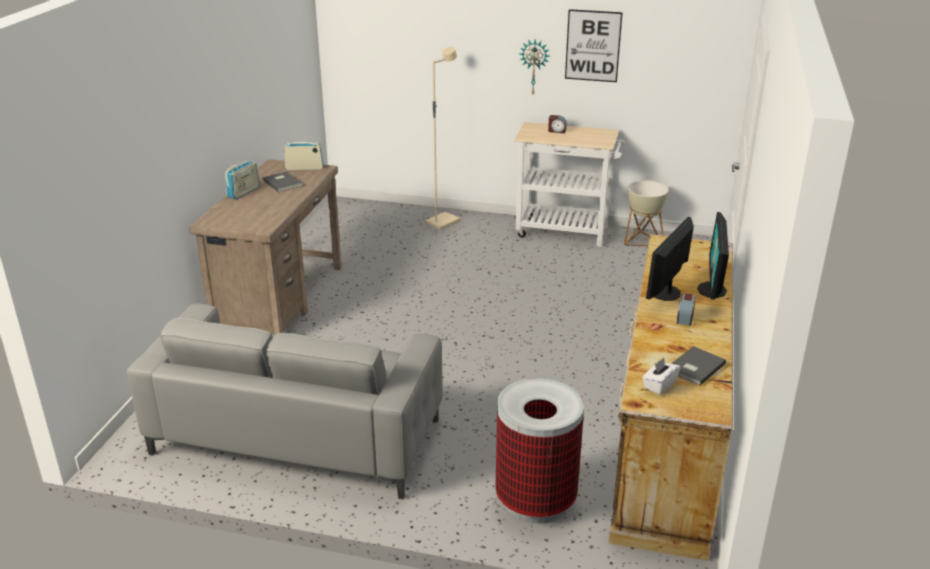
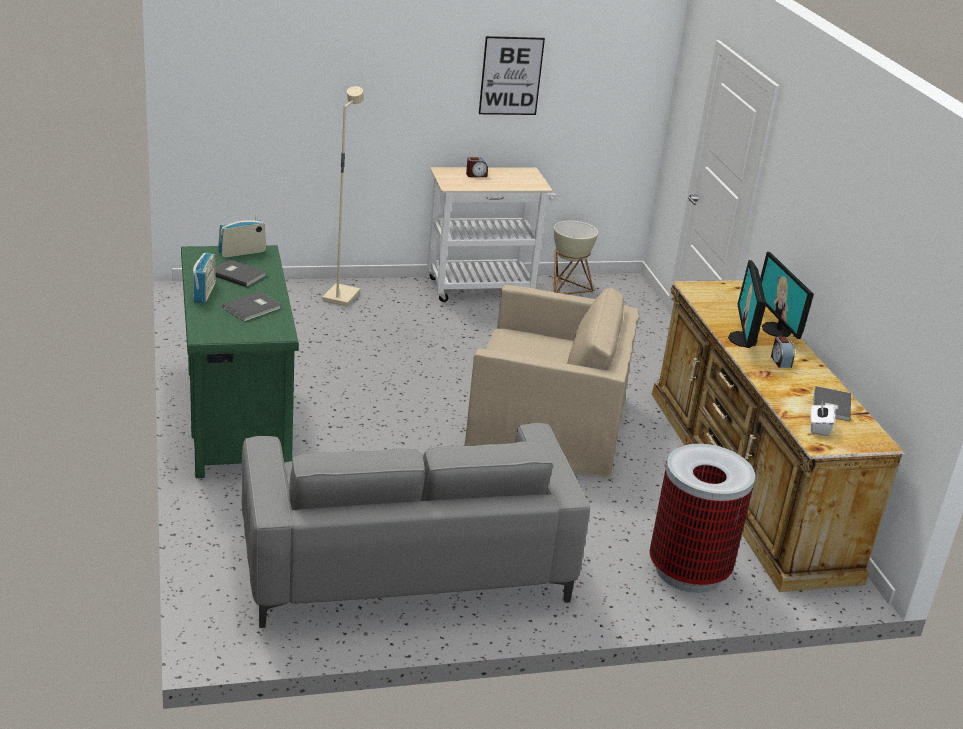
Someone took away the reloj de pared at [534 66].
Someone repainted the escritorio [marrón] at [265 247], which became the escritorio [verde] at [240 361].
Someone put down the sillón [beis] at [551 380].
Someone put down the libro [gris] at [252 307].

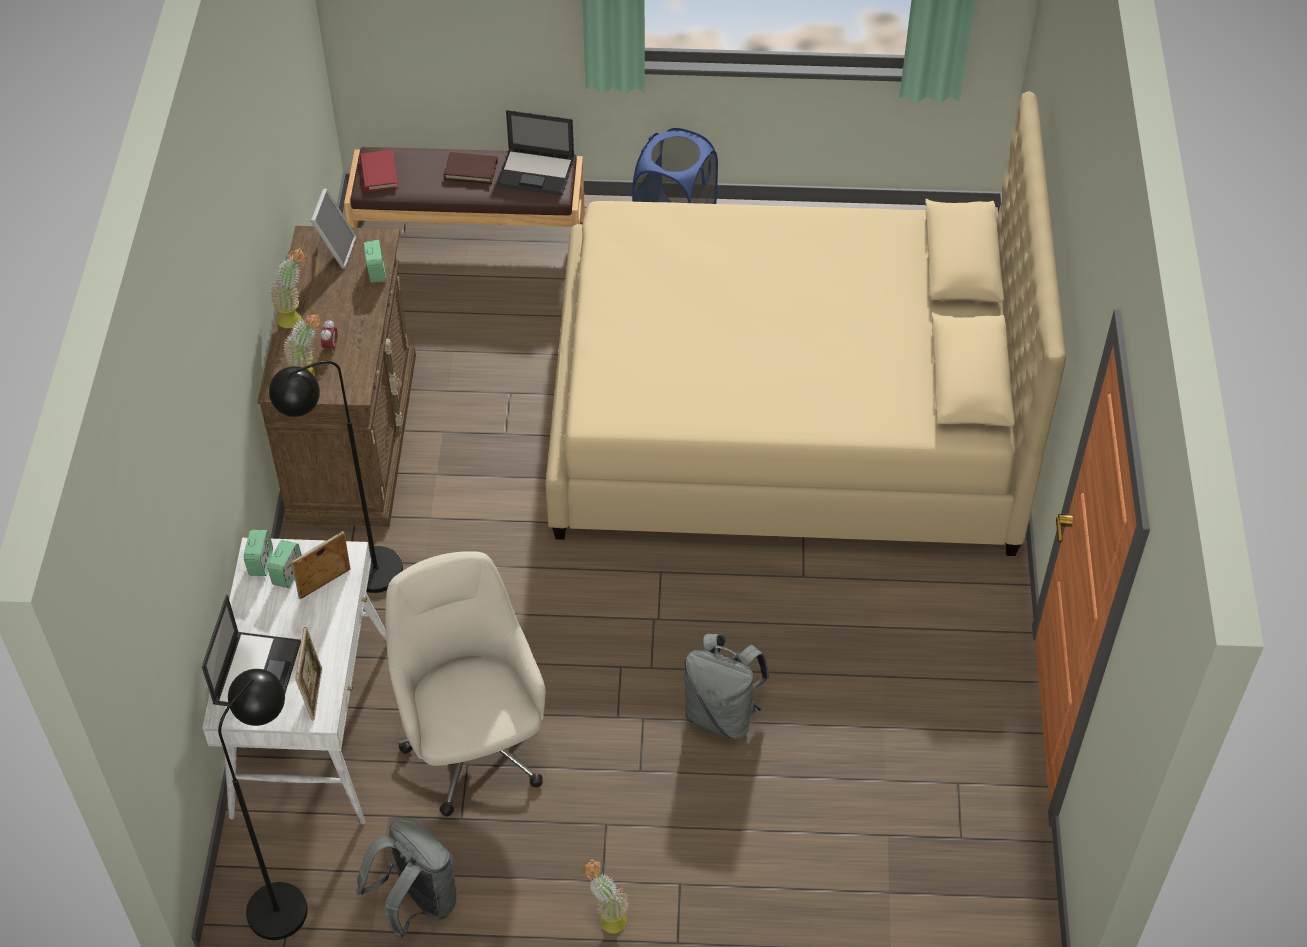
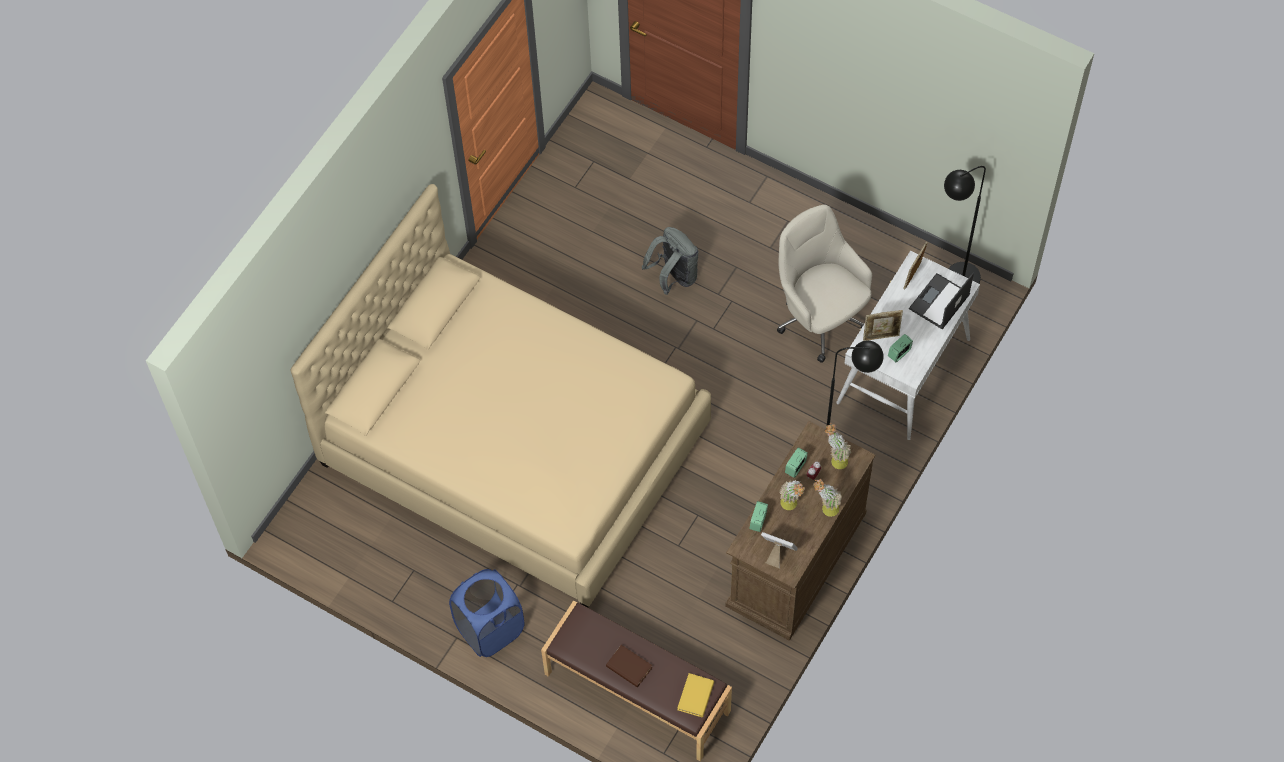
Someone took away the portátil at [535 153].
Someone repainted the libro [rojo] at [379 171], which became the libro [amarillo] at [695 695].
Someone rotated the portarretratos at [334 228] by 75 degrees clockwise.
Someone carried the despertador from [258 553] to [796 462].
Someone rotated the silla de oficina [beis] at [465 684] by 135 degrees clockwise.
Someone took away the mochila [gris] at [406 879].
Someone carried the planta en maceta from [606 896] to [792 495].

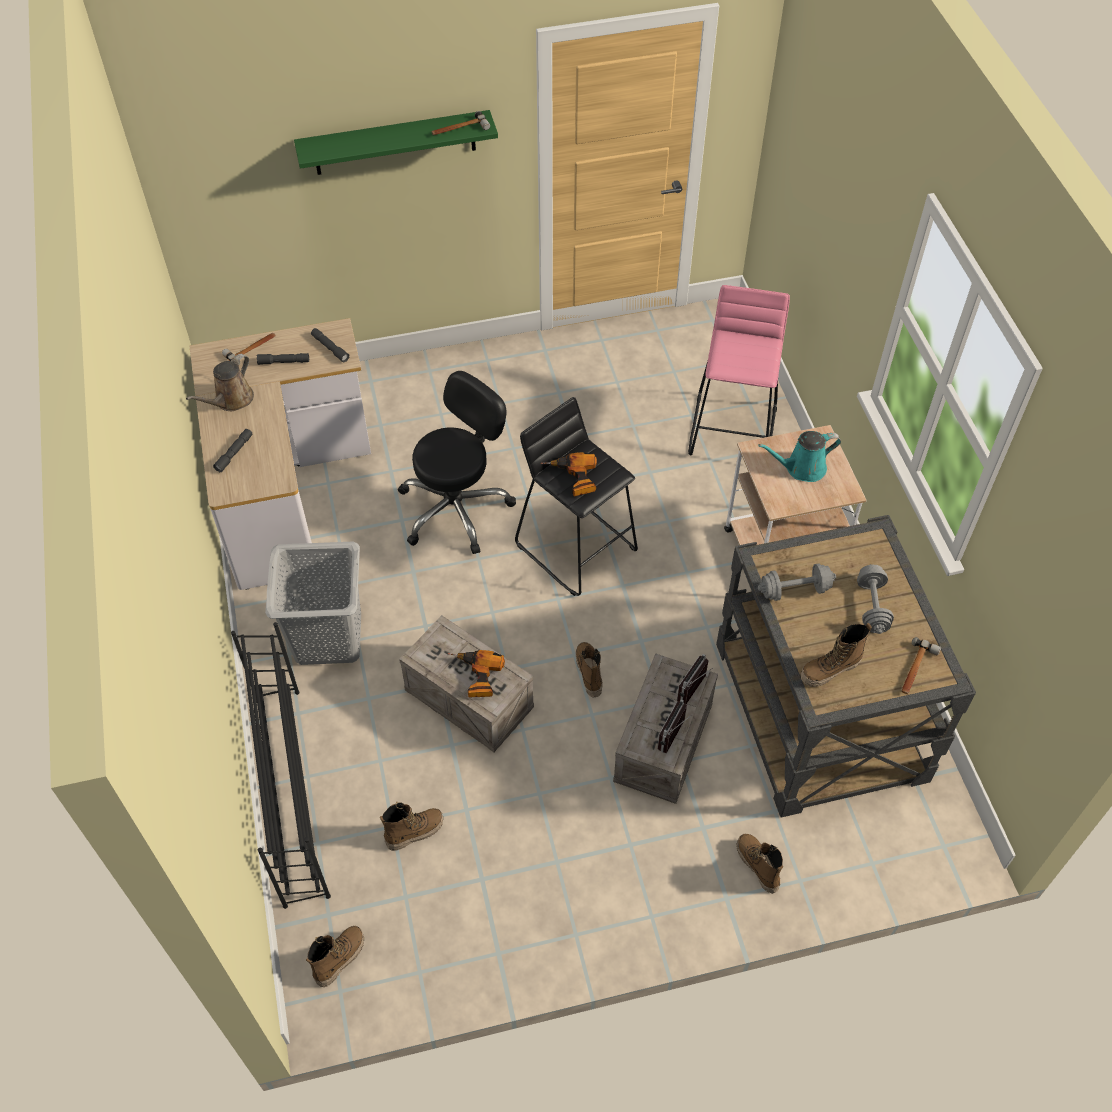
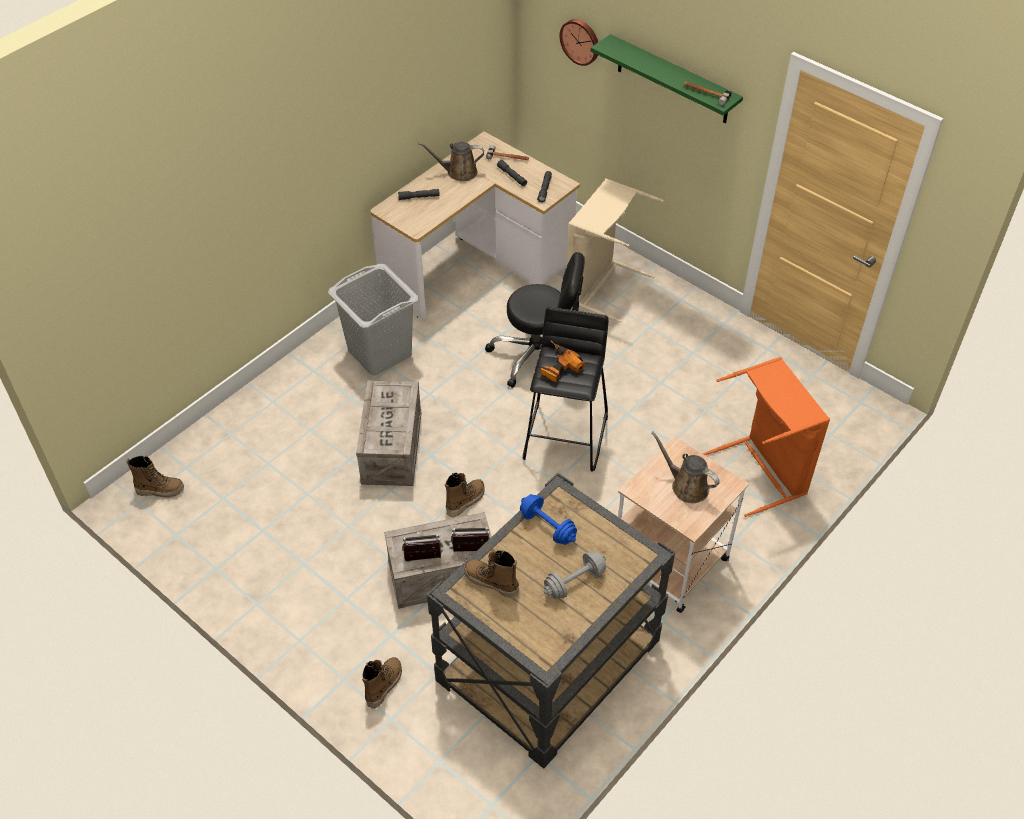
Someone swapped the taburete [rosa] at [739 370] for the cesto de la ropa [naranja] at [766 437].
Someone repainted the regadera [turquesa] at [799 456], which became the regadera [marrón] at [686 467].
Someone repainted the mancuerna [gris] at [797 582], which became the mancuerna [azul] at [548 519].
Someone took away the zapatero [negro] at [281 765].
Someone took away the martillo at [921 665].
Someone took away the taladro at [476 673].
Someone took away the bota at [411 826].
Someone put up the reloj de pared at [579 42].
Someone put down the cesto de la ropa [beis] at [615 251].

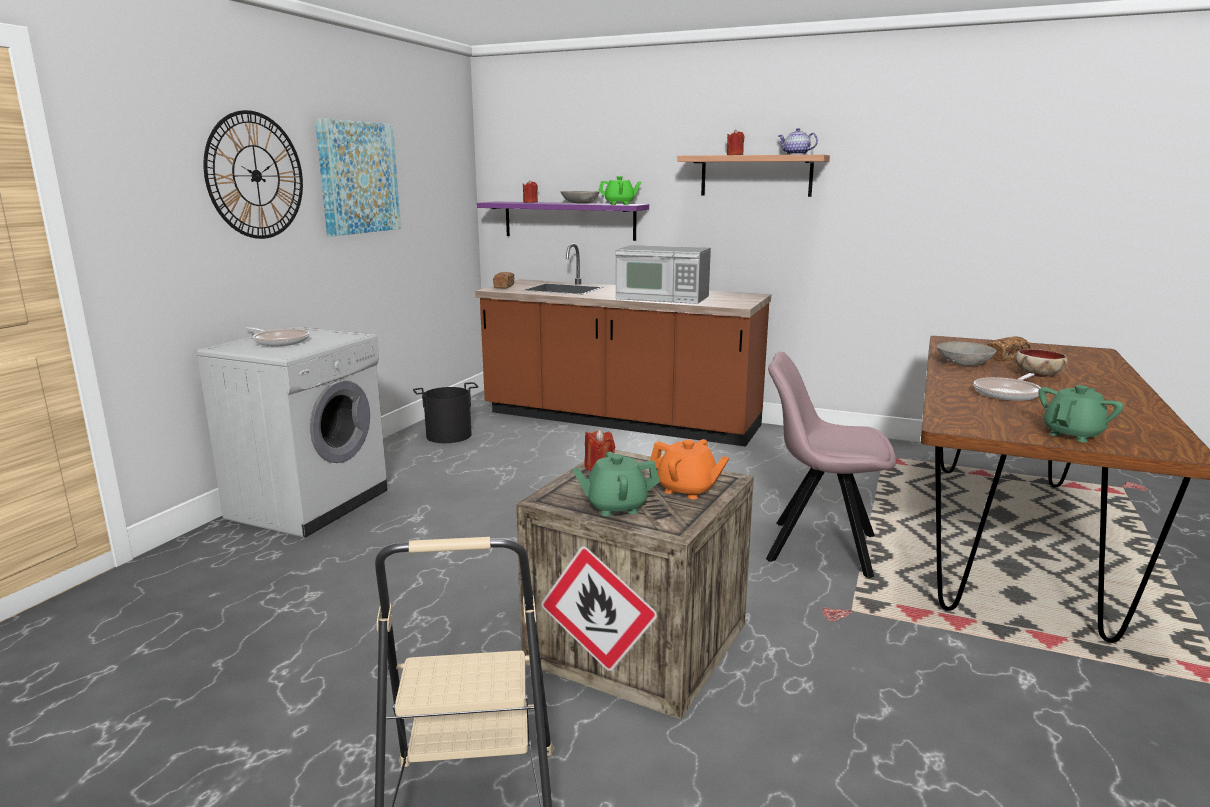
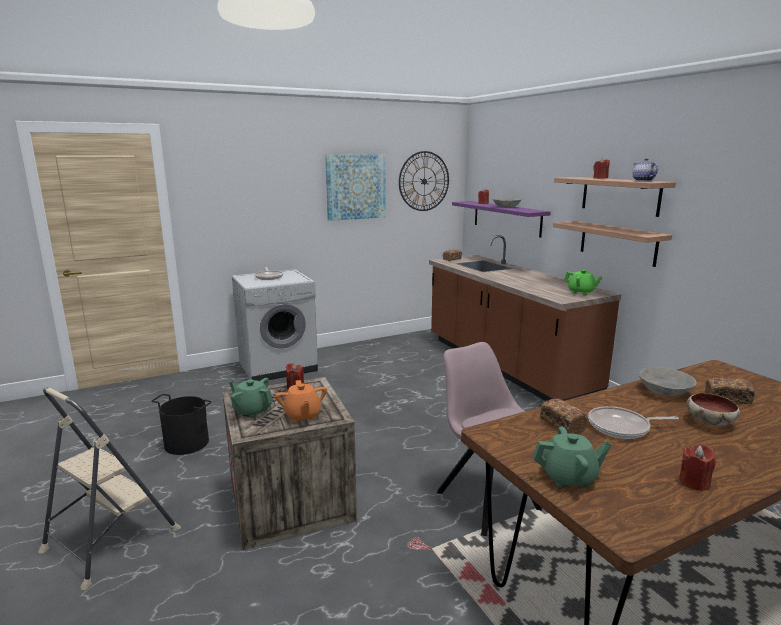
Someone carried the reloj de pared from [253 174] to [424 181].
Someone carried the tetera [verde] from [620 190] to [583 282].
Someone took away the microondas at [663 274].
Someone carried the cubo [negro] from [445 412] to [181 424].
Someone put up the estante at [612 244].
Someone put down the pan at [563 416].
Someone put down the vela [rojo] at [697 467].

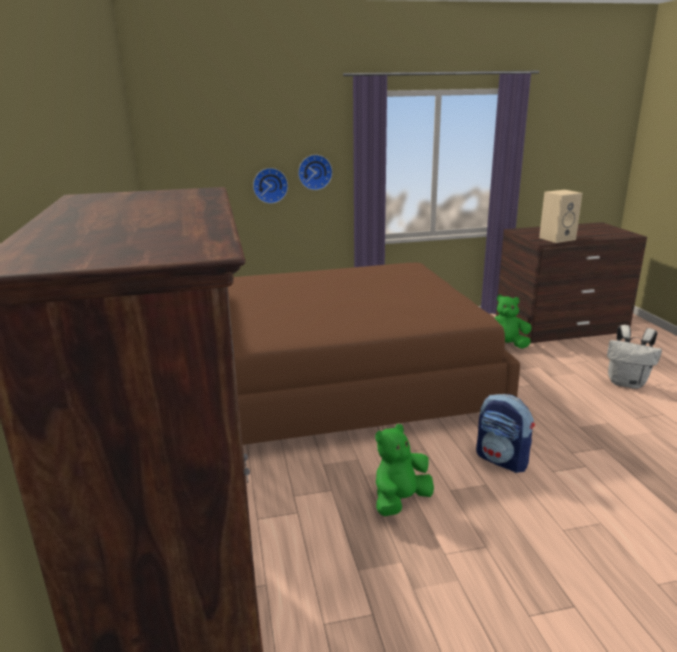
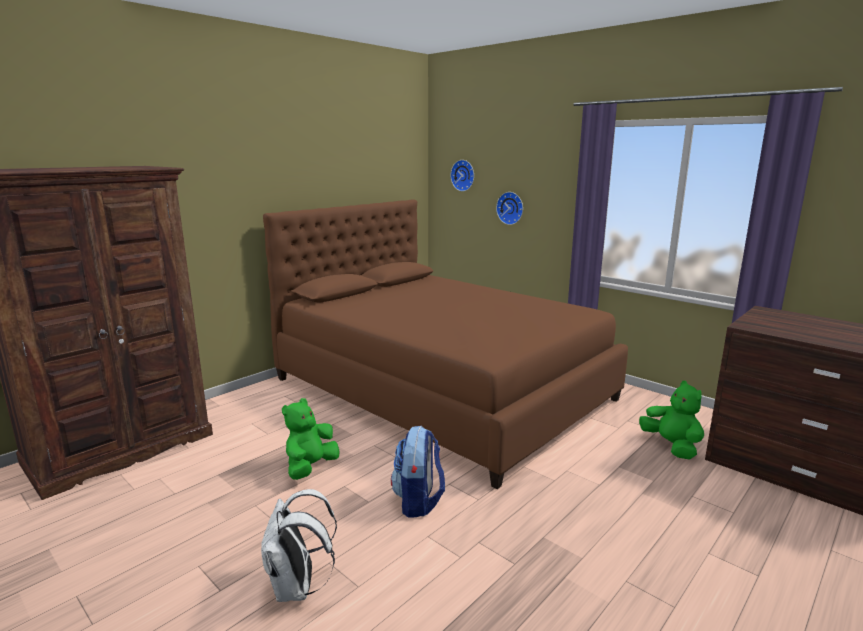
Someone carried the reloj de pared from [315 172] to [462 175].
Someone took away the altavoz [beis] at [560 216].
Someone carried the mochila [blanco] from [634 357] to [299 545].
Someone rotated the peluche [verde] at [404 470] by 75 degrees counterclockwise.

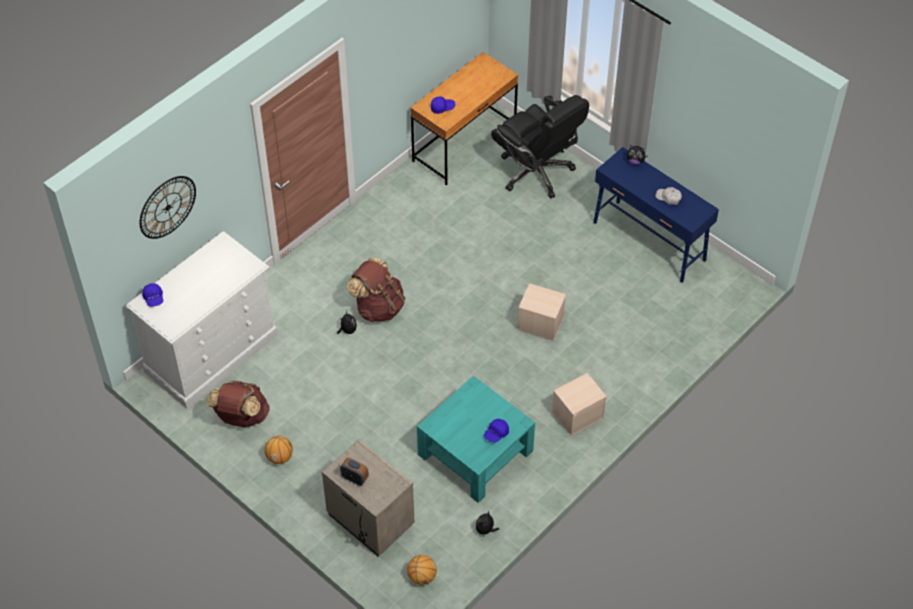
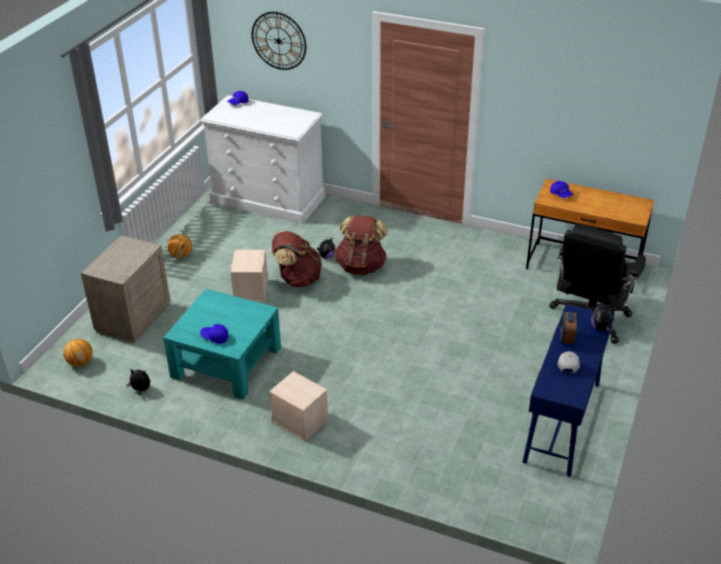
Someone carried the caja de almacenaje [beis] from [541 312] to [249 276].
Someone carried the mochila [marrón] from [238 404] to [297 259].
Someone carried the despertador from [354 472] to [569 328].

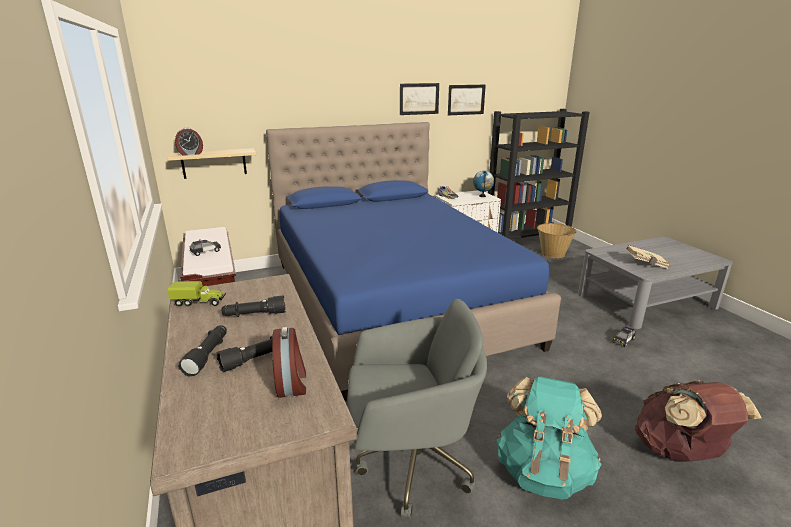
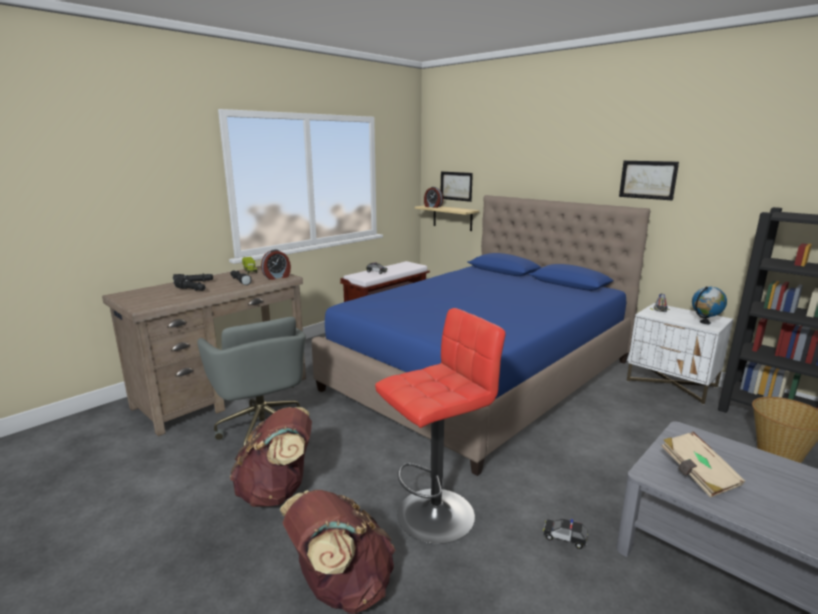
Someone carried the cuadro from [467 100] to [457 186].
Someone carried the despertador from [289 362] to [276 264].
Someone repainted the mochila [turquesa] at [549 438], which became the mochila [marrón] at [271 457].
Someone put down the taburete [rojo] at [440 426].

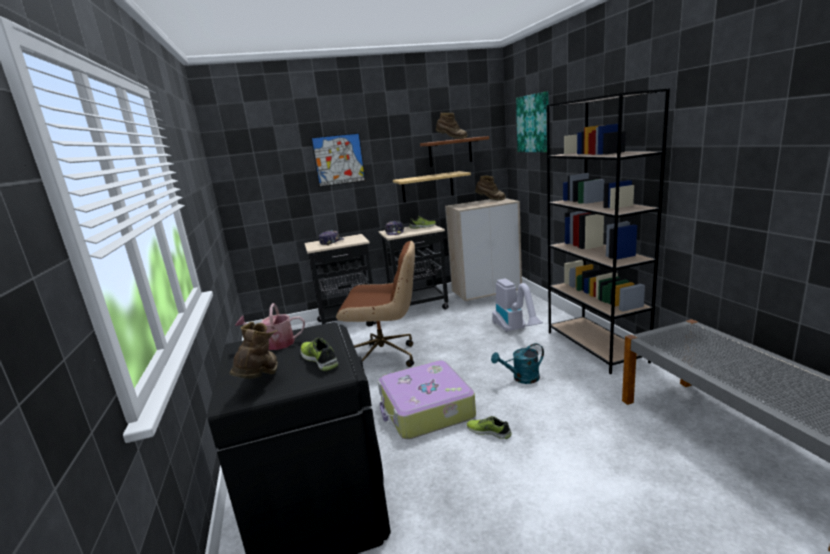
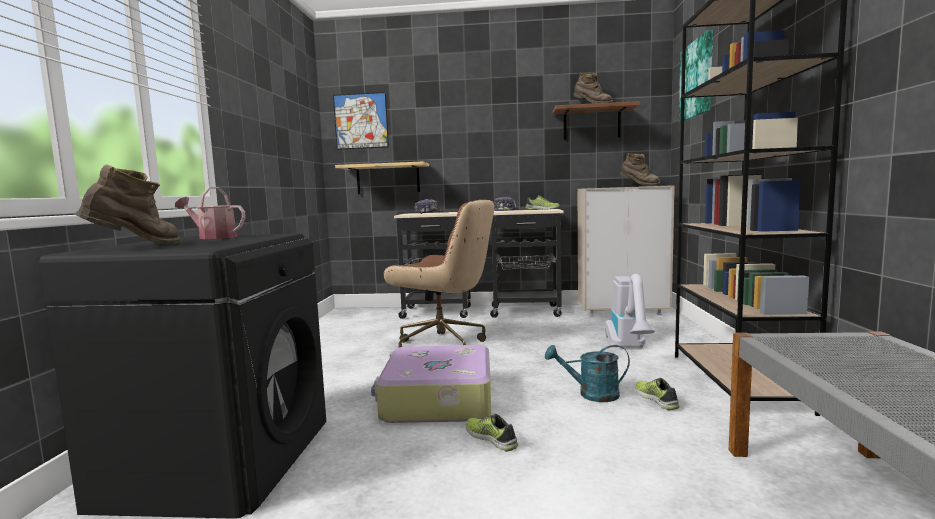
Someone carried the cuadro from [338 160] to [361 121].
Someone carried the estante from [432 186] to [382 177].
Someone carried the zapato from [319 354] to [657 394].

